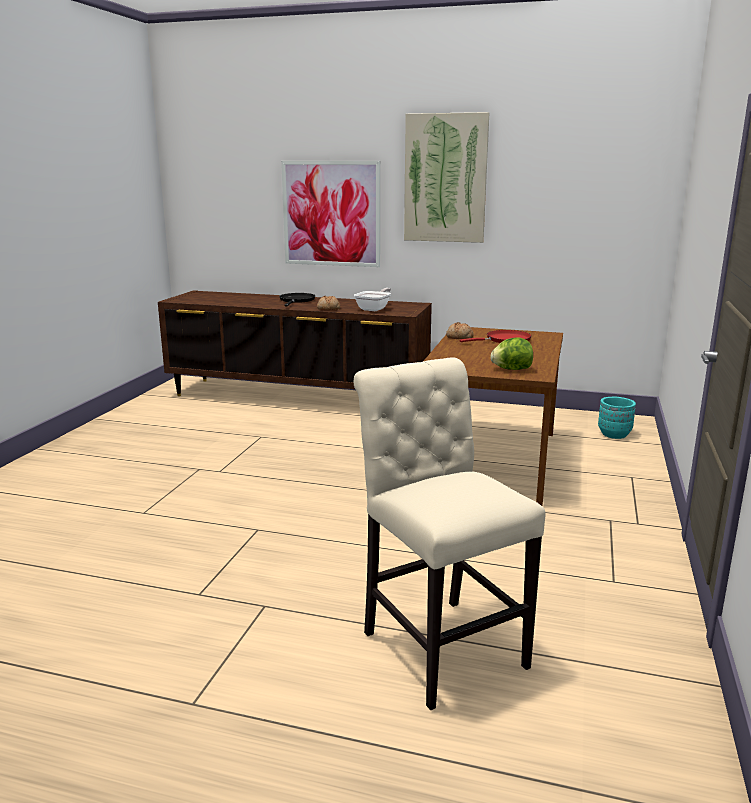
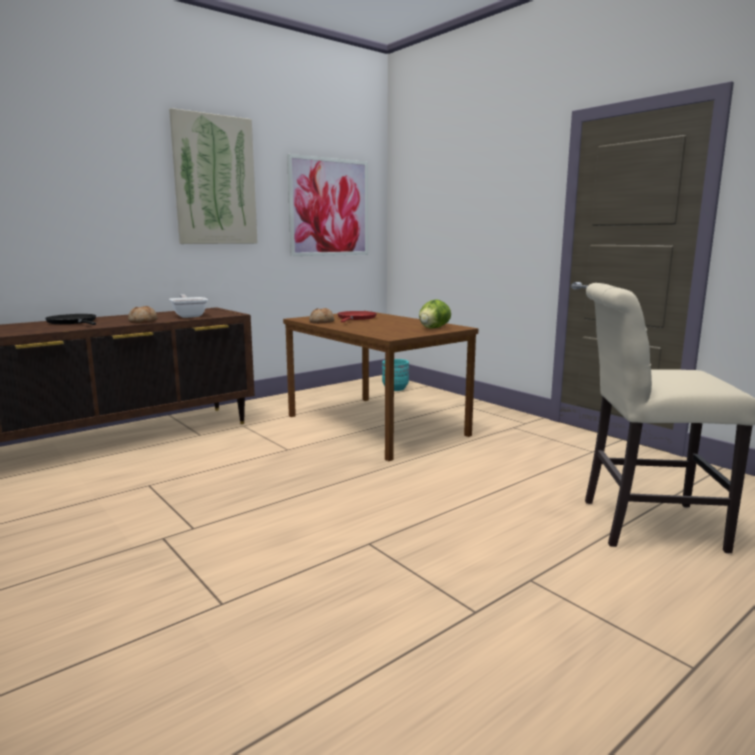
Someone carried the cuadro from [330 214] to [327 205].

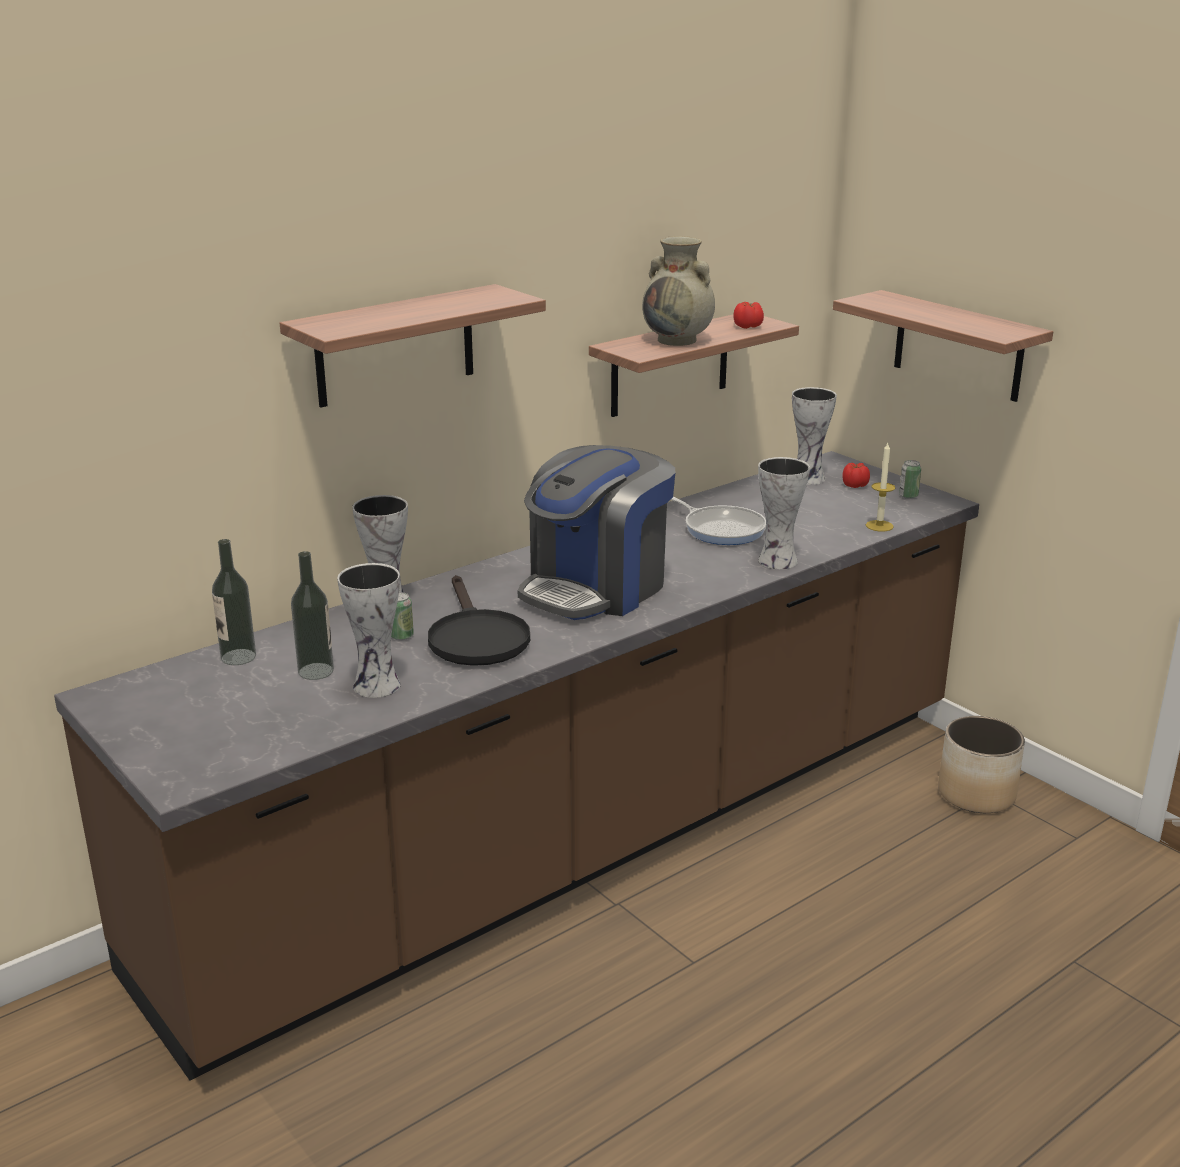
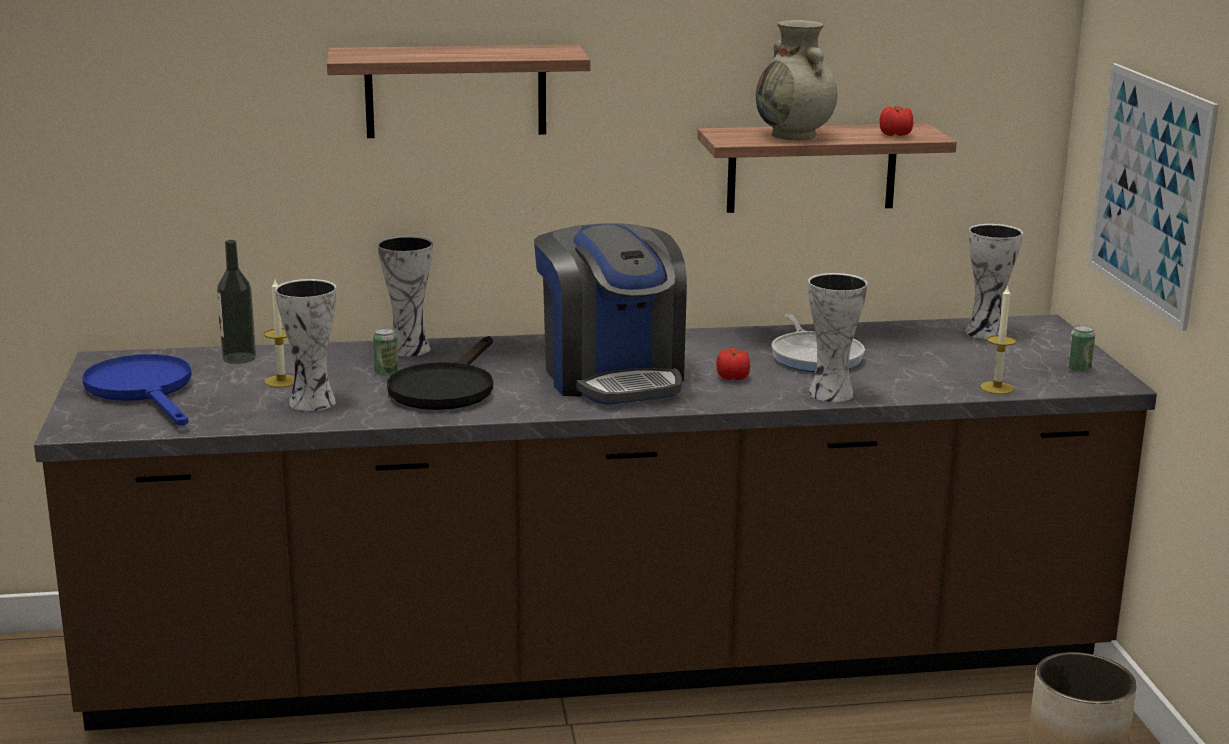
Someone swapped the estante at [943 346] for the cuadro at [1153 197].
Someone rotated the cafetera at [596 532] by 90 degrees counterclockwise.
Someone carried the tomate from [856 475] to [733 364].
Someone swapped the botella at [312 615] for the vela at [279 333].
Someone put down the sartén [azul] at [137 390].

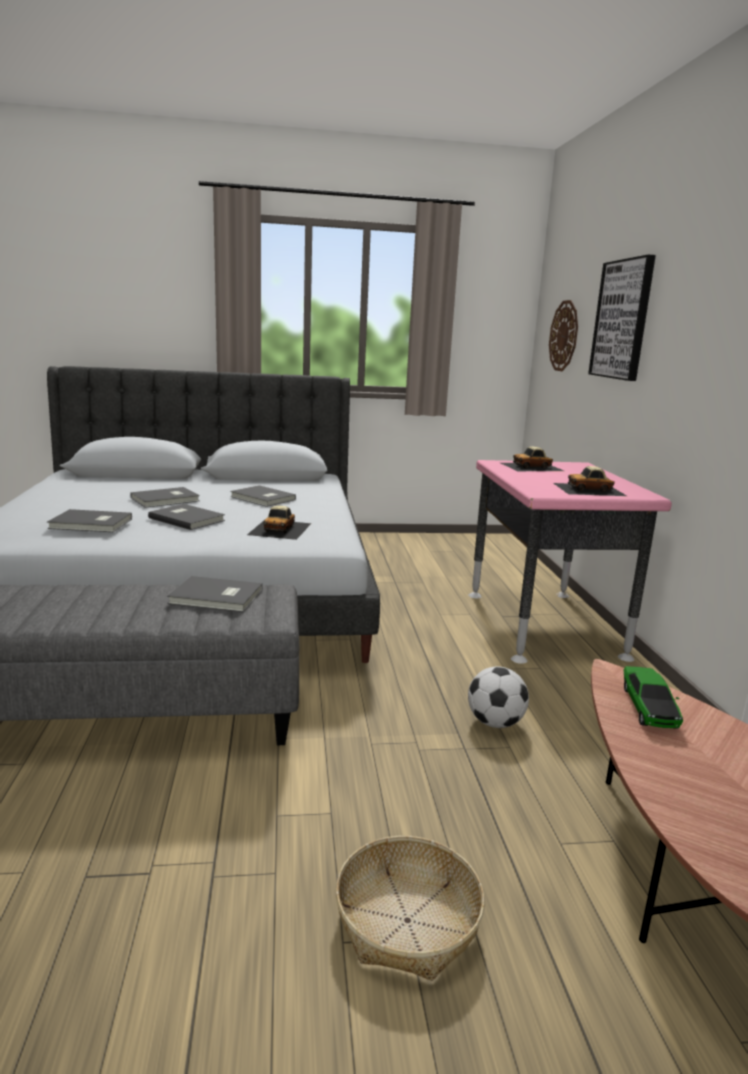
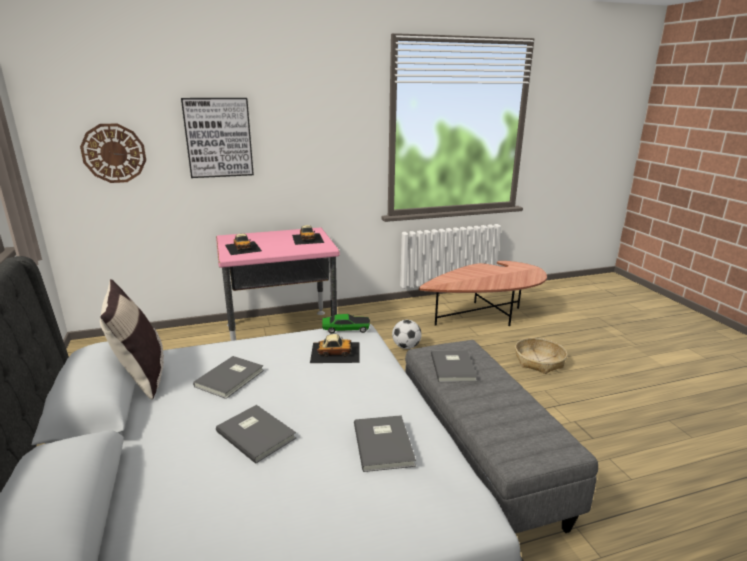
Someone took away the libro [gris] at [186 517].
Someone carried the coche de juguete from [653 697] to [346 324].
Someone put down the cojín at [132 339].

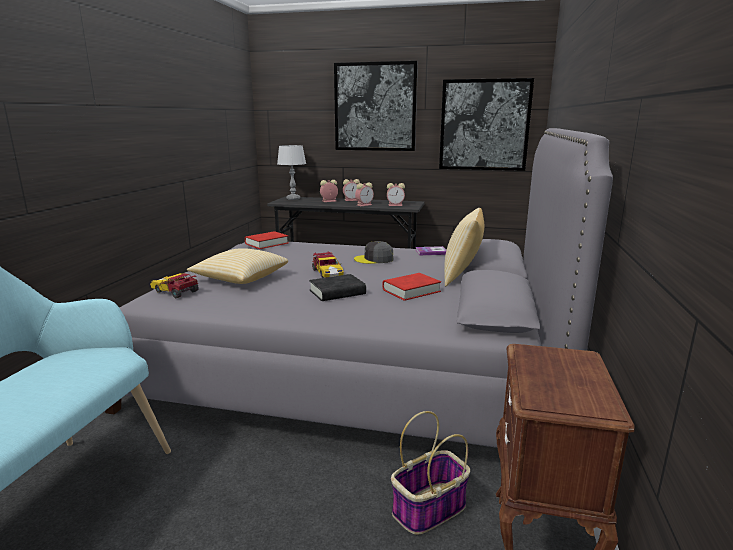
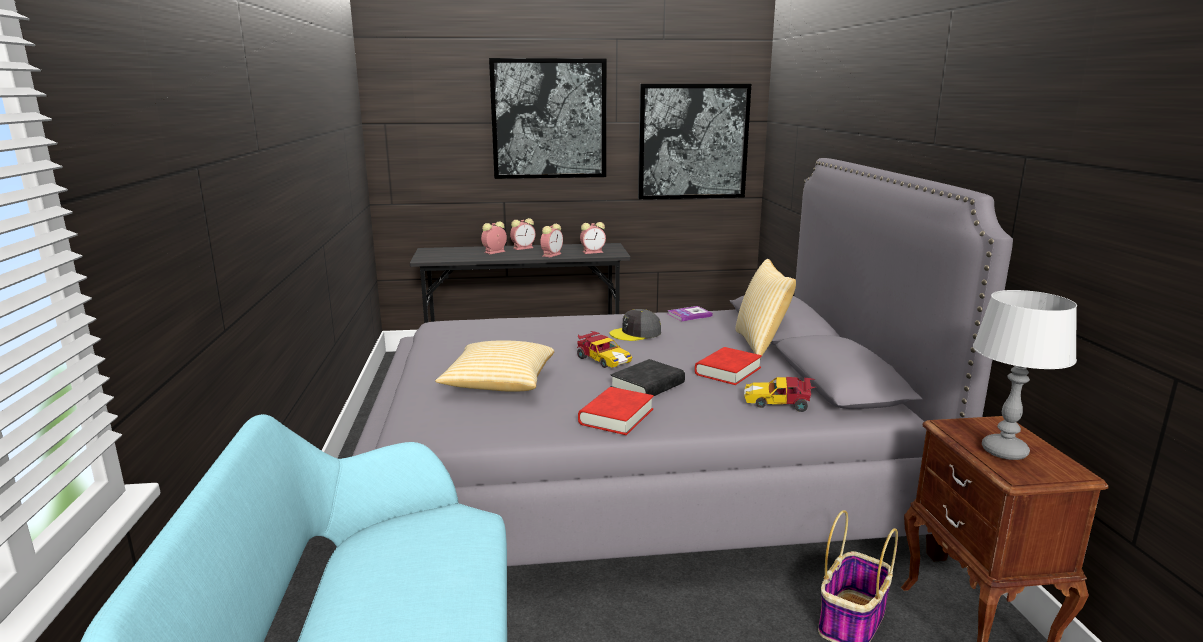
Someone carried the lámpara de mesa [gris] from [291 172] to [1025 375].
Someone carried the libro [rojo] from [266 240] to [616 411].
Someone carried the coche de juguete from [174 285] to [779 394].

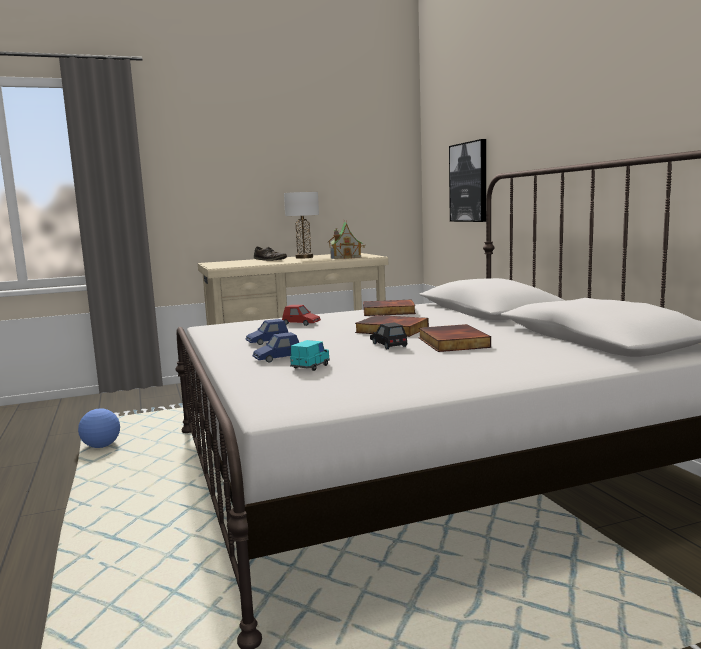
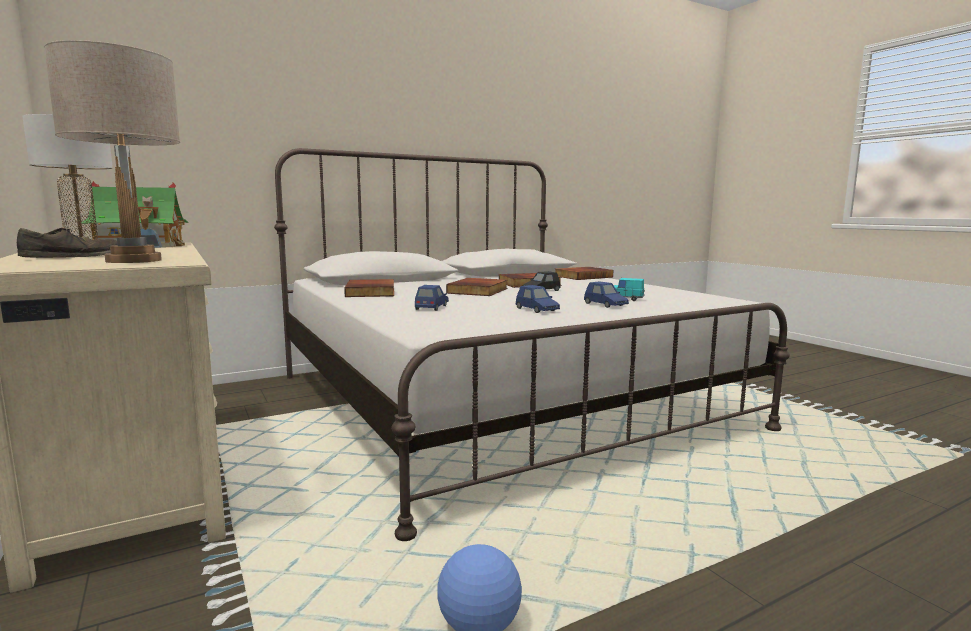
Someone took away the cuadro at [467 180].
Someone repainted the coche de juguete [rojo] at [301 315], which became the coche de juguete [azul] at [432 298].
Someone put down the lámpara de mesa [beis] at [112 151].
Someone put down the libro at [584 273].

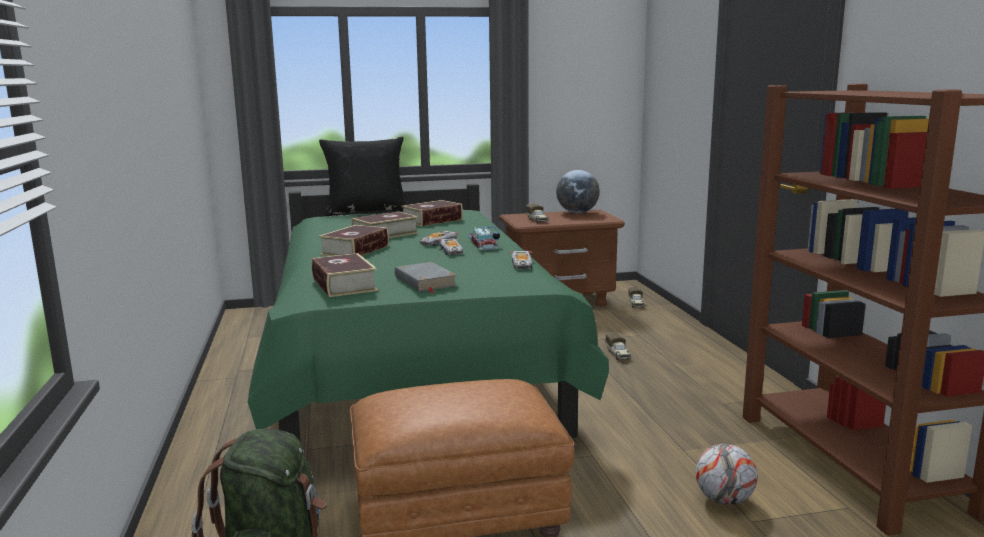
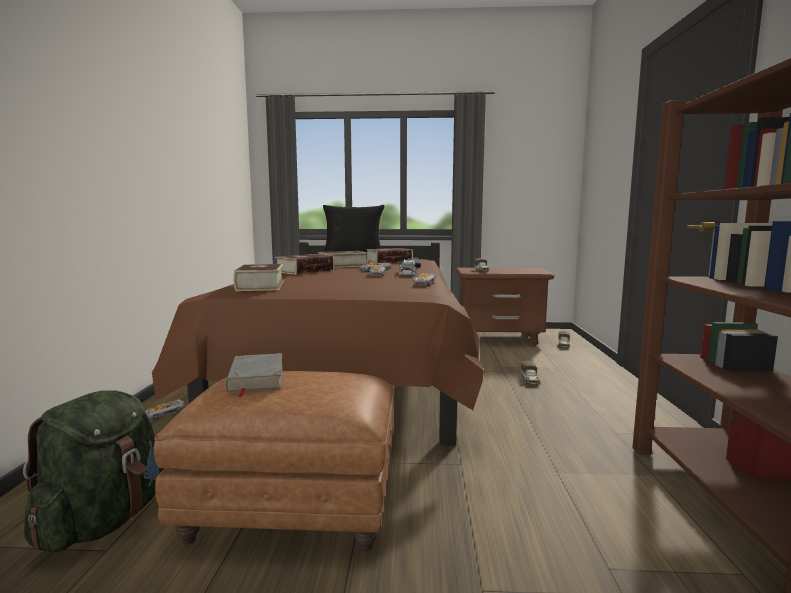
Someone took away the globo terráqueo at [578 191].
Someone repainted the cama [verde] at [428 313], which became the cama [marrón] at [318 343].
Someone carried the libro [gris] from [426 278] to [254 375].
Someone took away the balón de fútbol at [726 474].
Someone put down the coche de juguete at [165 409].

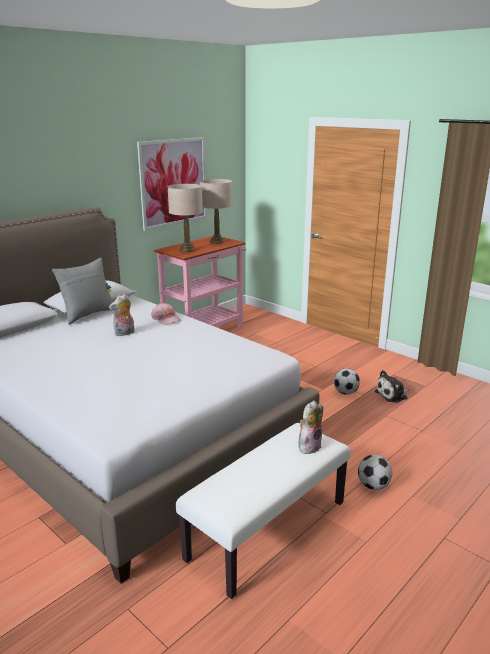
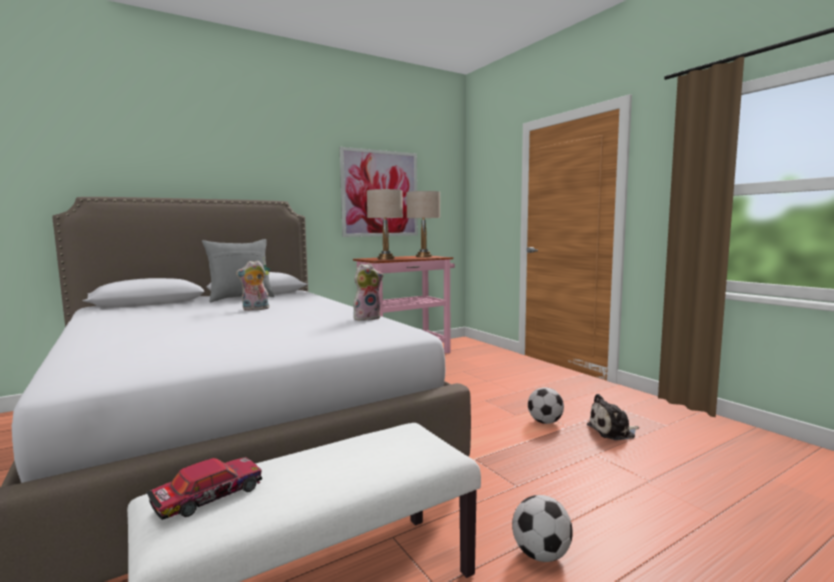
Someone took away the gorra [rosa] at [166 314].
Someone carried the peluche from [310 428] to [368 292].
Someone put down the coche de juguete at [204 488].

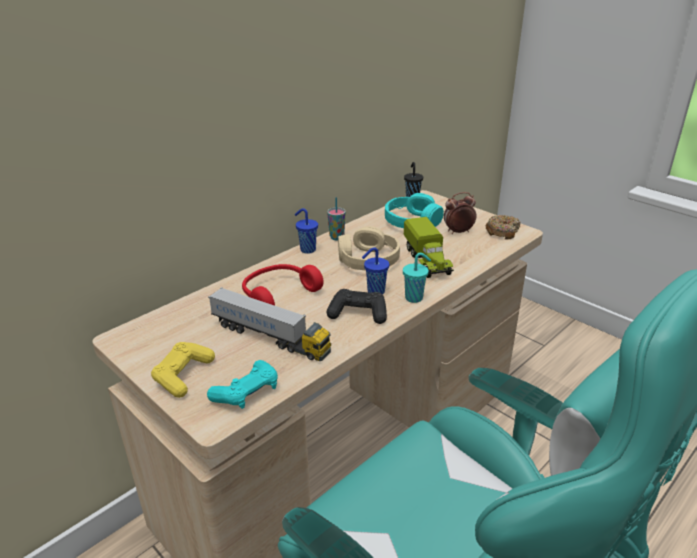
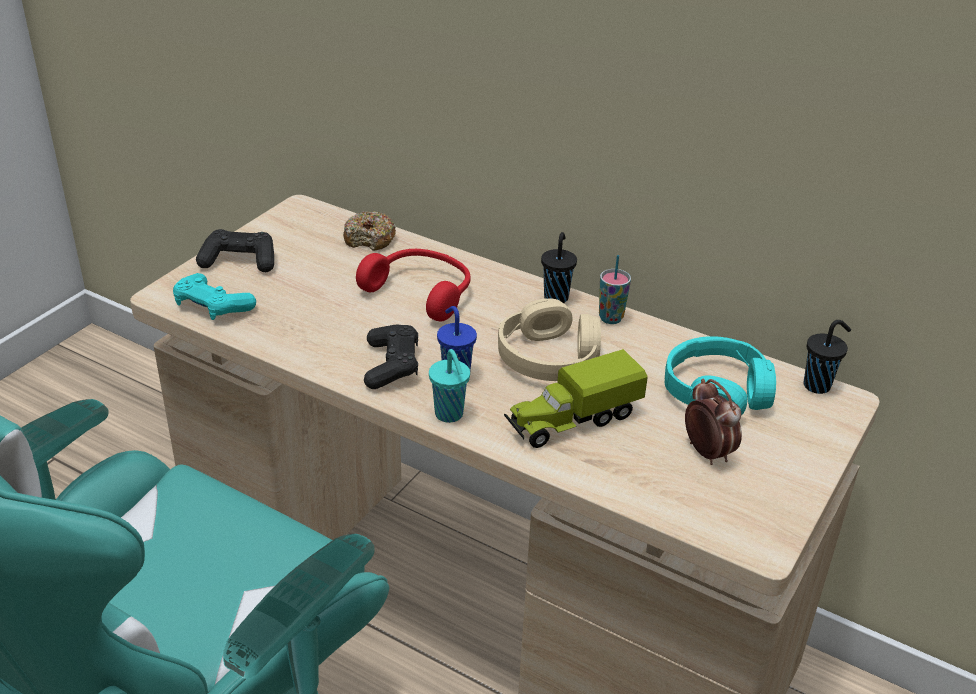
Someone repainted the taza [azul] at [306 231], which became the taza [negro] at [559 267].
Someone carried the rosquilla from [502 227] to [369 231].
Someone took away the camión de juguete at [269 324].
Someone repainted the mando de consola [amarillo] at [183 370], which became the mando de consola [negro] at [235 250].

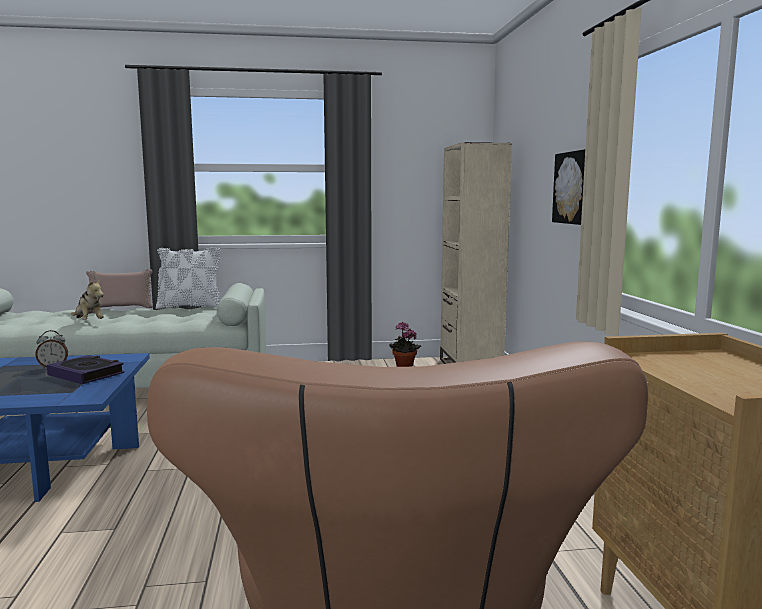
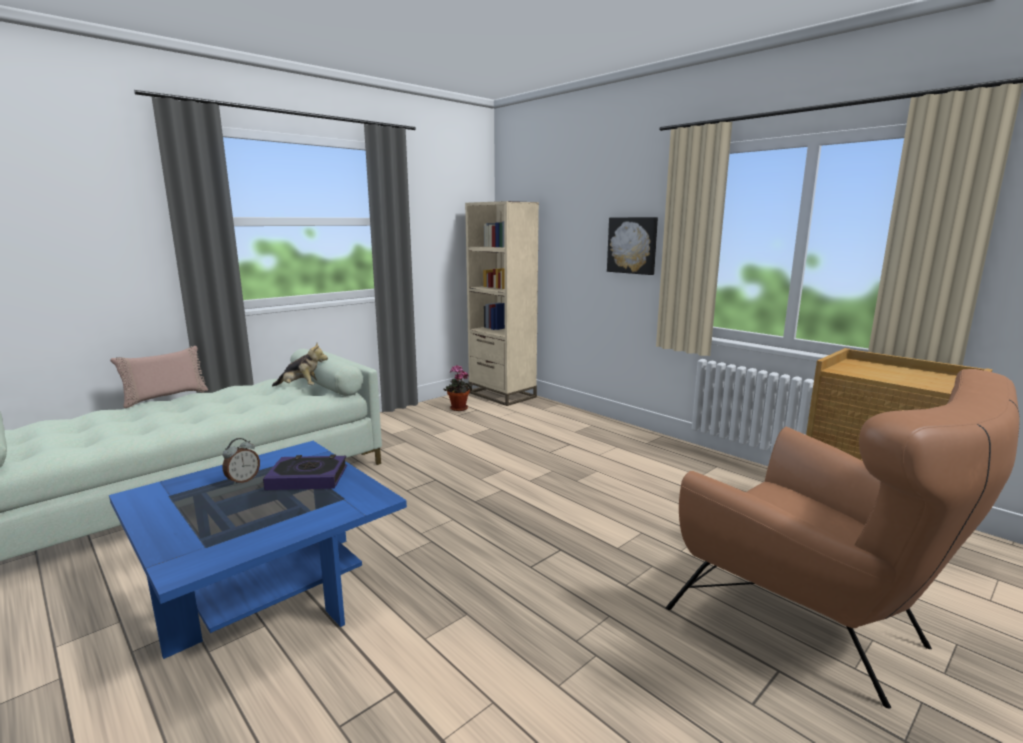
Someone took away the cojín [blanco] at [188 278].
Someone carried the peluche from [87 299] to [300 364].

